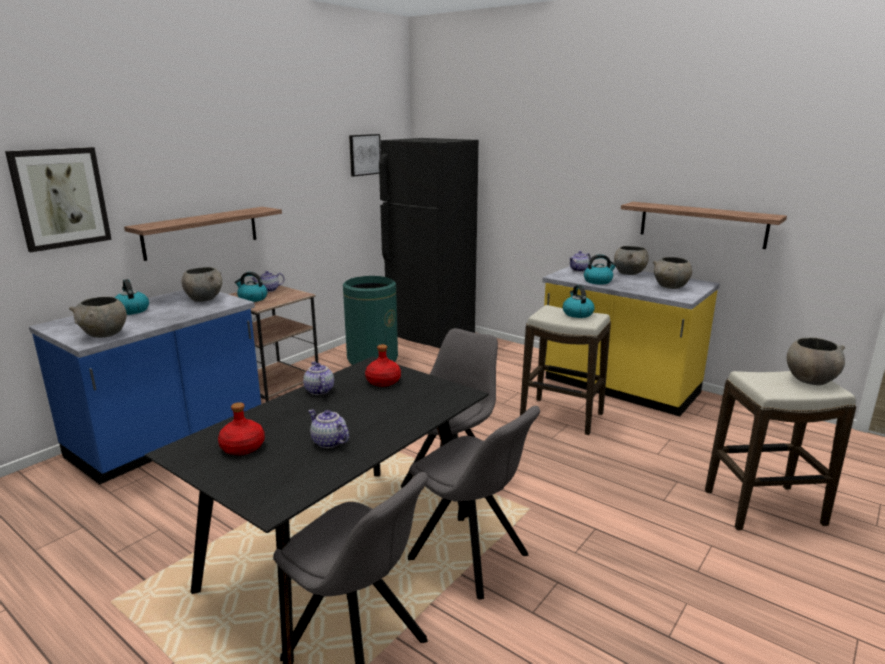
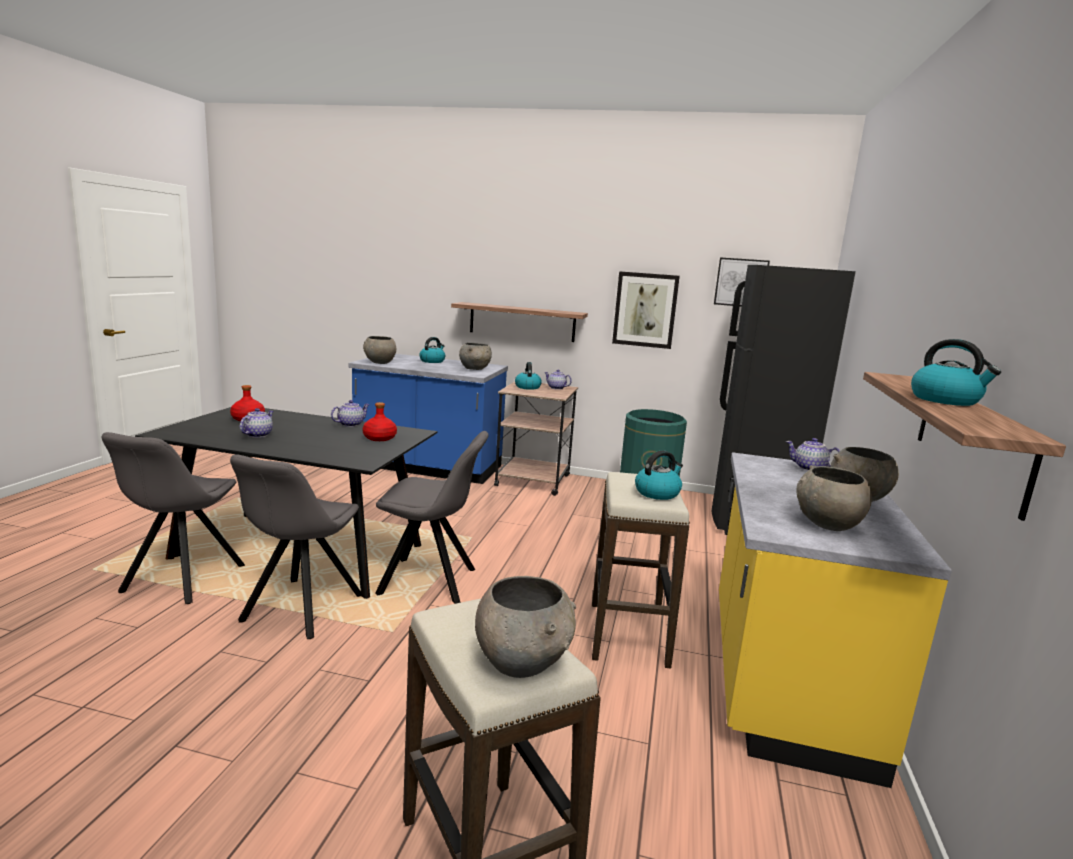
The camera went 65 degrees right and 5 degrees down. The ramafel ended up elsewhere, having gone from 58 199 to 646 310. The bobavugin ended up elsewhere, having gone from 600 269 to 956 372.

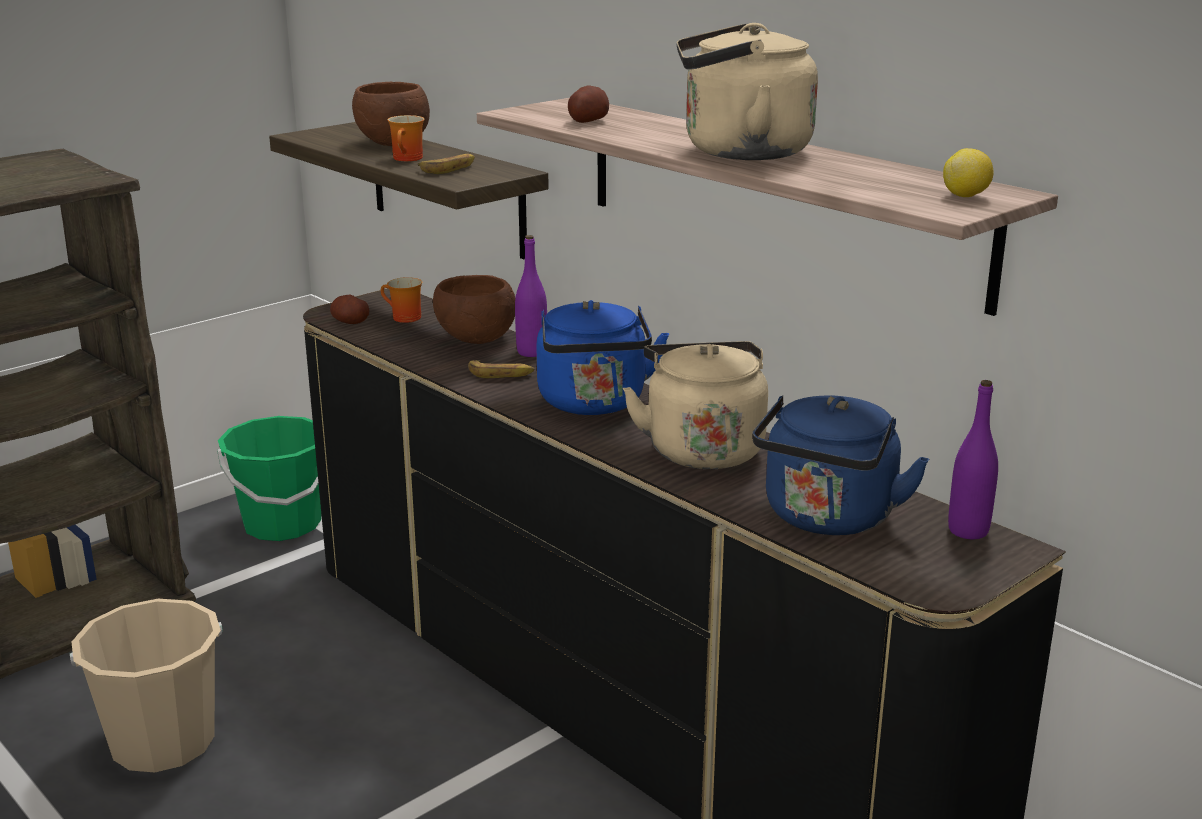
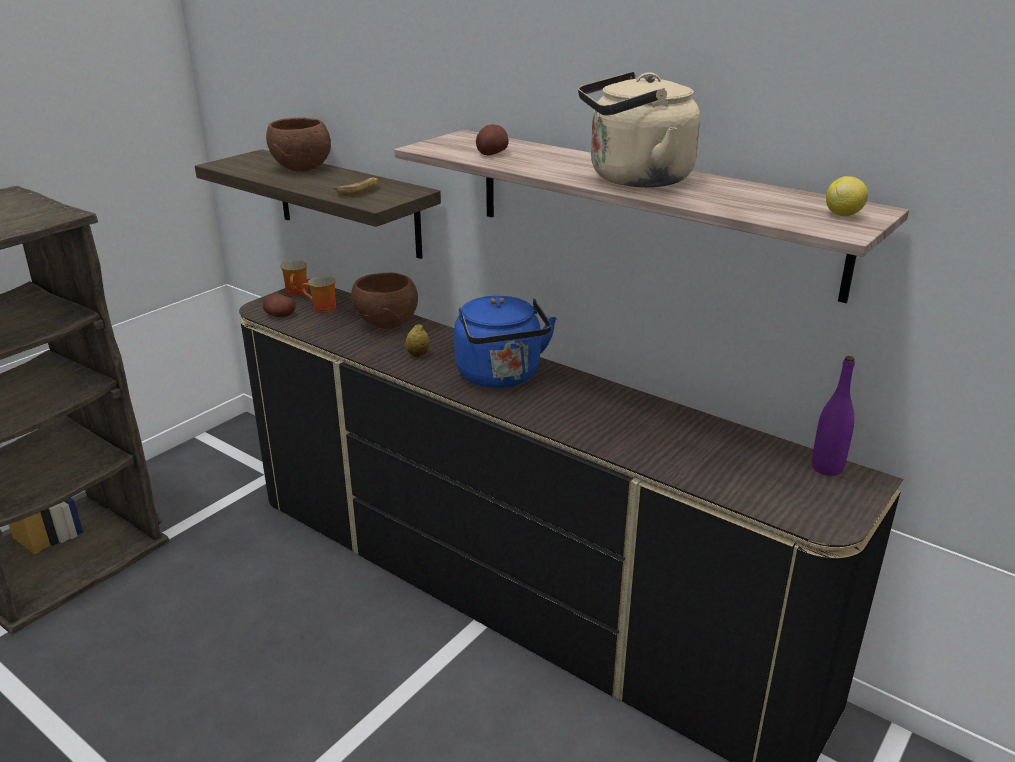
The camera went 10 degrees left and 5 degrees up. The second view lost the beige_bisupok at 146 686. The second view lost the green_bisupok at 269 478. The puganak ended up elsewhere, having gone from 406 138 to 294 278. Where the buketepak stood at 501 369, the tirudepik came to stand at 417 340. The second view lost the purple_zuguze at 531 296. The second view lost the beige_bobavugin at 695 405. The second view lost the blue_bobavugin at 840 465.

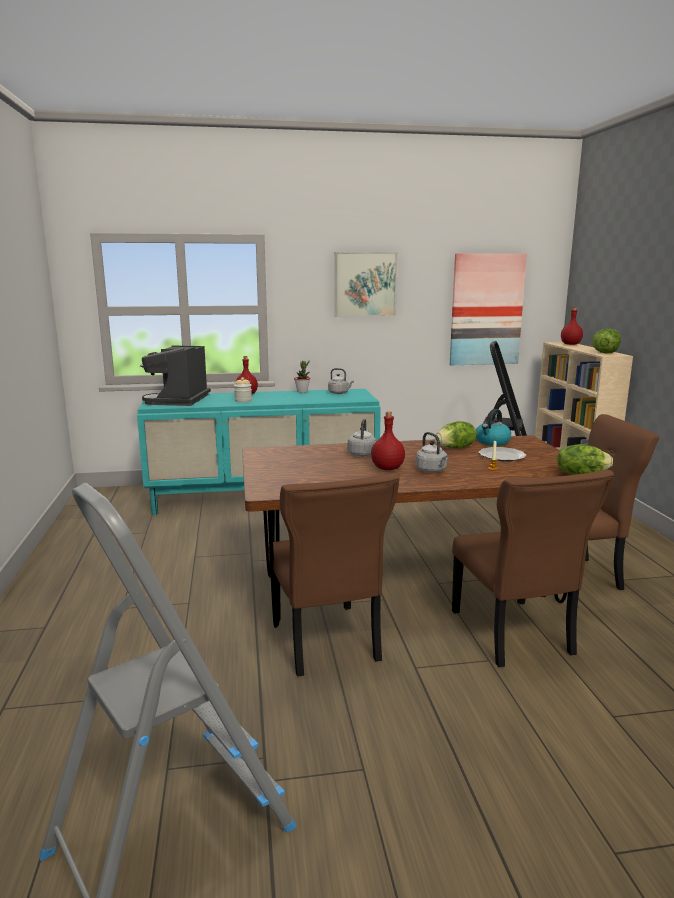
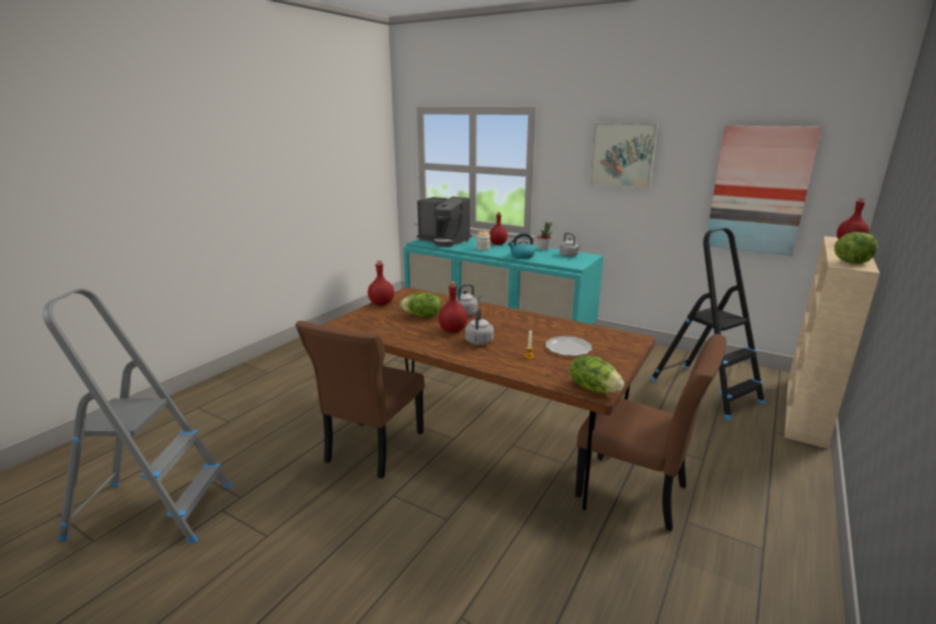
The camera went 40 degrees right and 5 degrees up. The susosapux at 175 376 ended up facing another way, 105 degrees counterclockwise from before. The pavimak ended up elsewhere, having gone from 456 434 to 421 305. The second view lost the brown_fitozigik at 533 568. The bobavugin ended up elsewhere, having gone from 493 427 to 521 246. The second view gained the red_zuguze at 381 283.

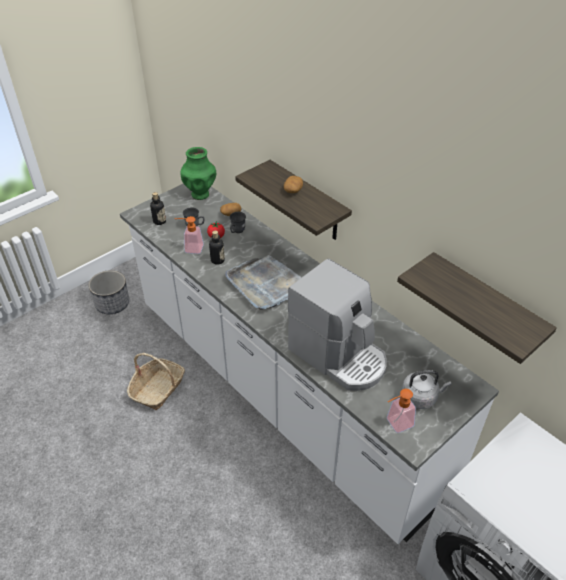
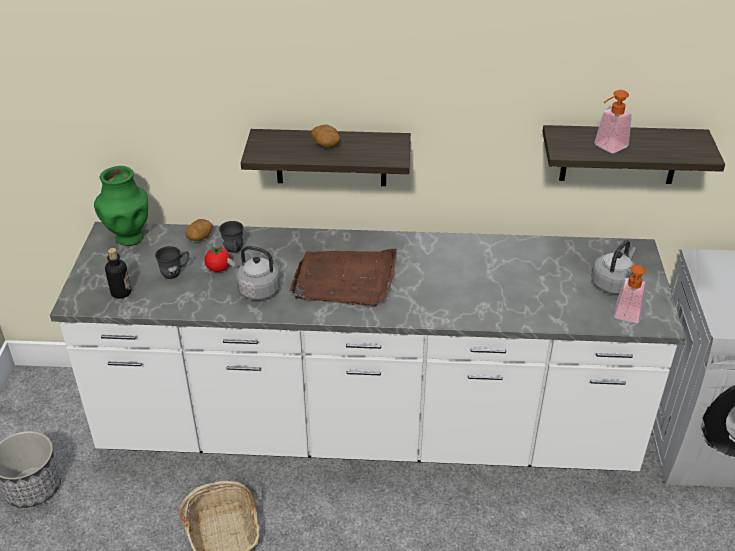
The camera went 45 degrees left and 5 degrees down. The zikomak ended up elsewhere, having gone from 189 235 to 613 121. Where the zuguze stood at 217 247, the grey_bobavugin came to stand at 253 273. What was the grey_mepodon at 263 282 turned into the brown_mepodon at 342 277. The second view lost the susosapux at 337 325.

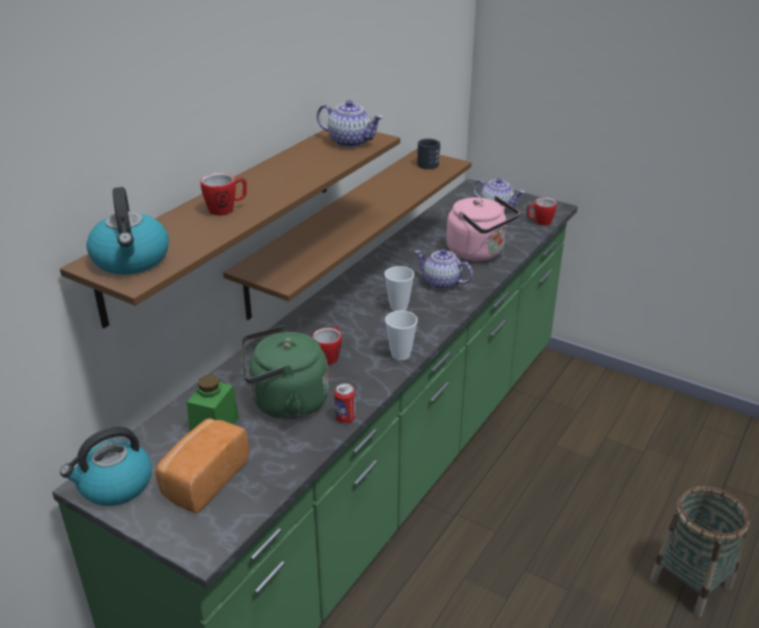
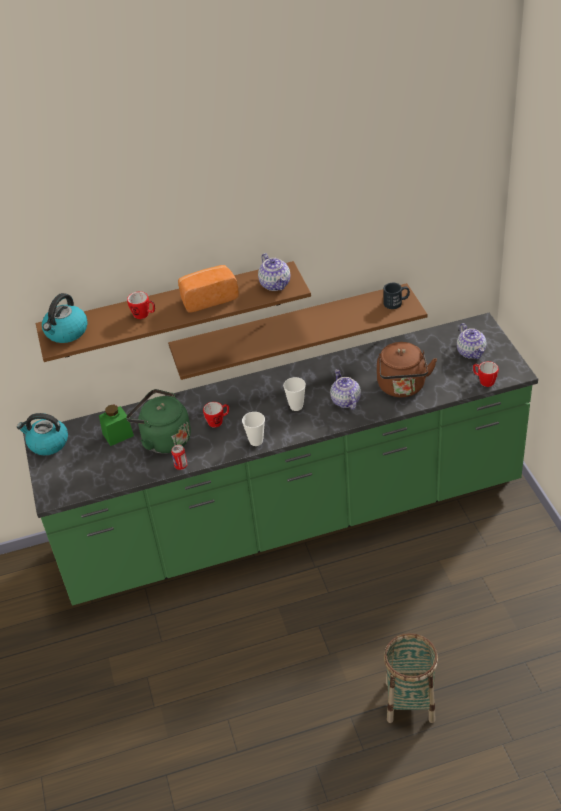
The camera went 45 degrees right and 10 degrees up. The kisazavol ended up elsewhere, having gone from 202 466 to 208 289. What was the pink_bobavugin at 483 228 turned into the brown_bobavugin at 407 369.

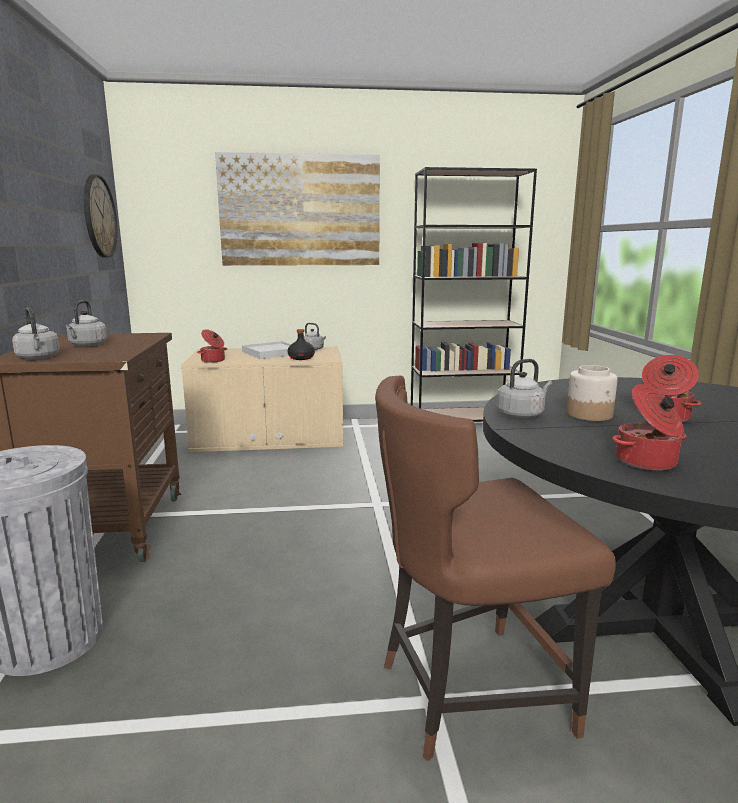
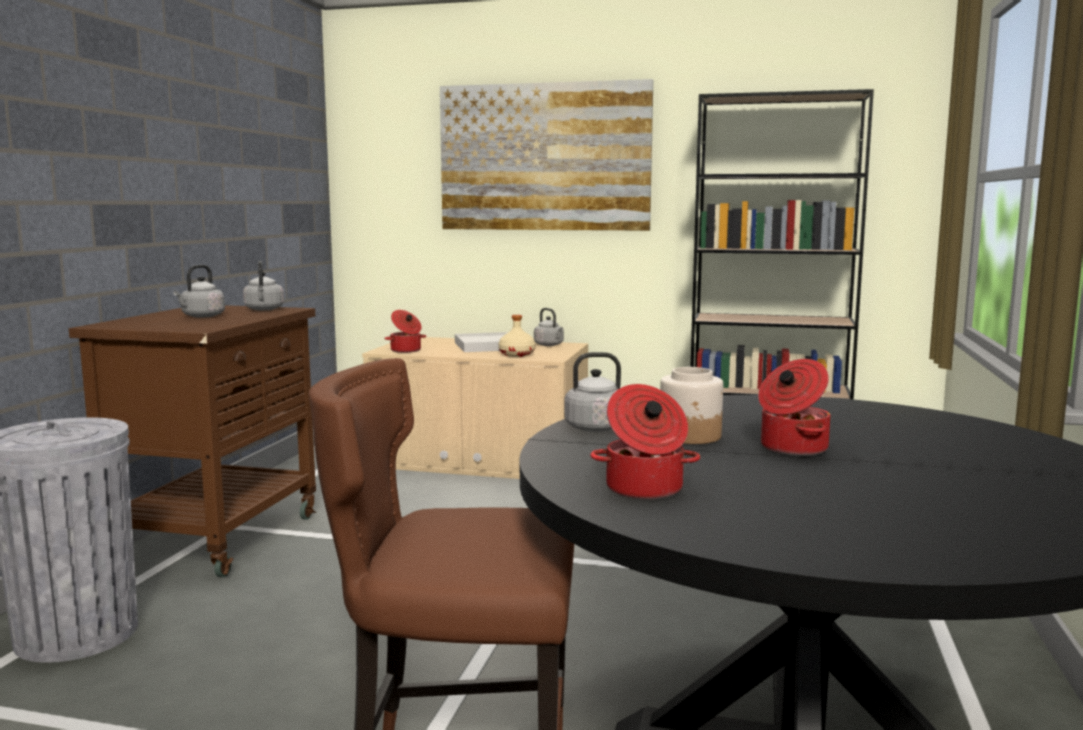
The camera went 20 degrees right and 5 degrees down. The grey_bobavugin ended up elsewhere, having gone from 36 333 to 263 285. The second view lost the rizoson at 101 216. What was the black_zuguze at 301 344 turned into the beige_zuguze at 517 336.

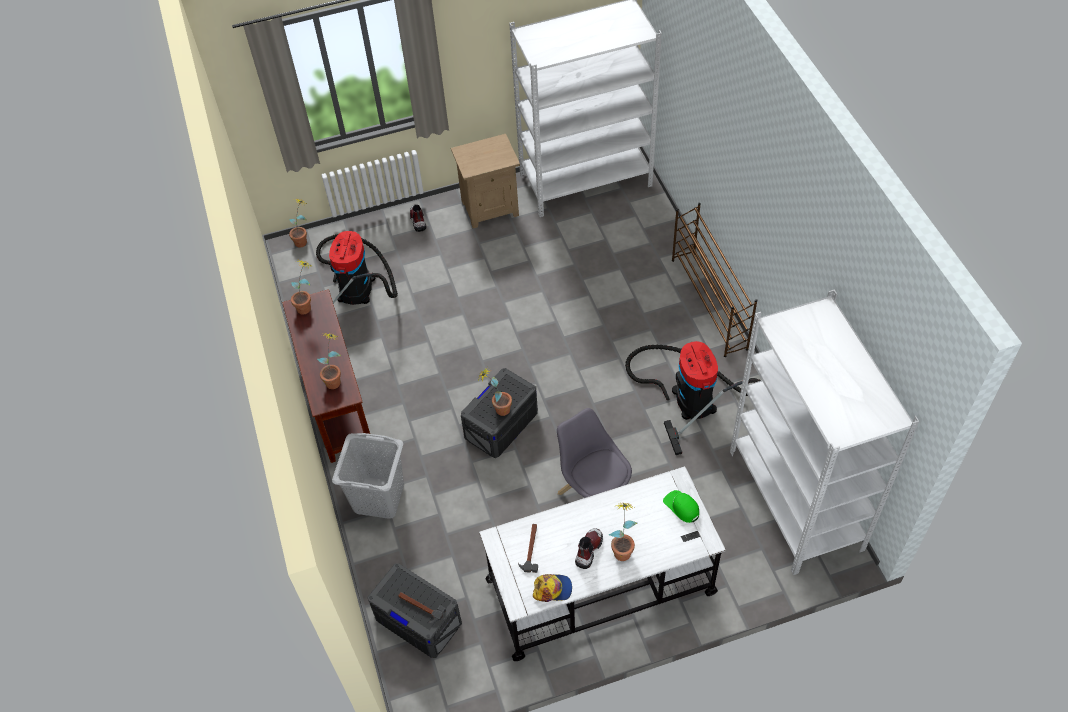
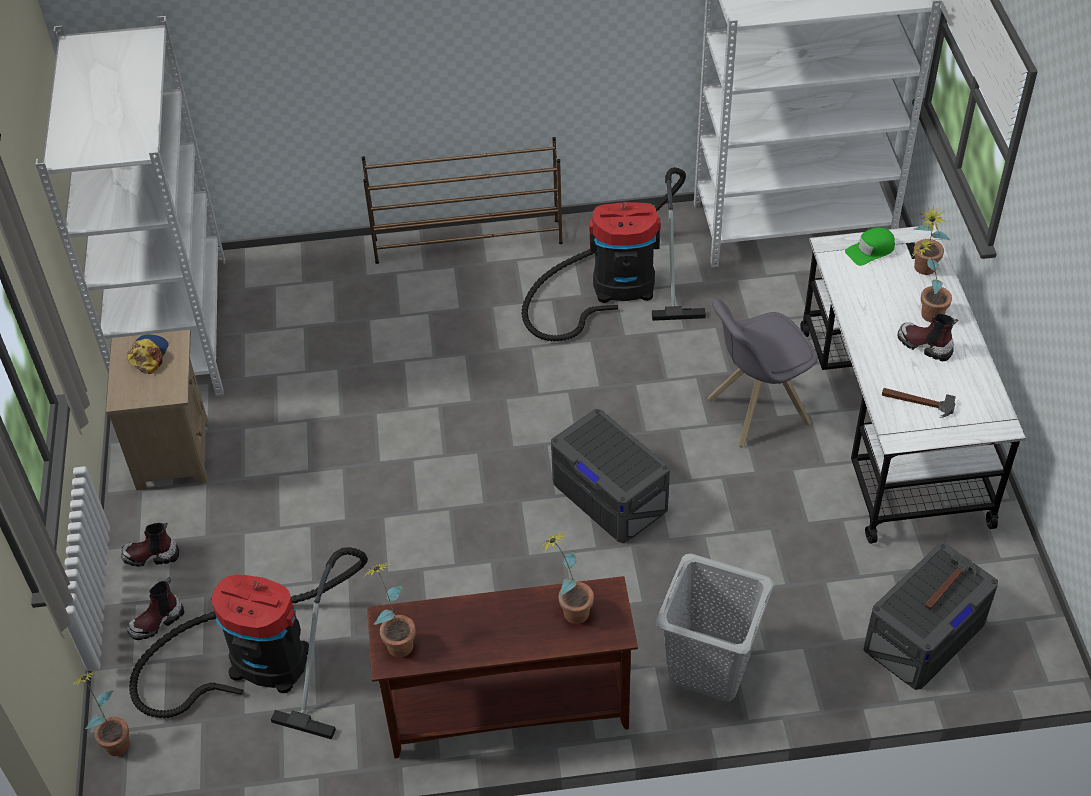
The camera went 80 degrees left and 5 degrees down. The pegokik ended up elsewhere, having gone from 495 391 to 932 240. The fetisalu ended up elsewhere, having gone from 552 588 to 147 354. The second view gained the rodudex at 155 608.

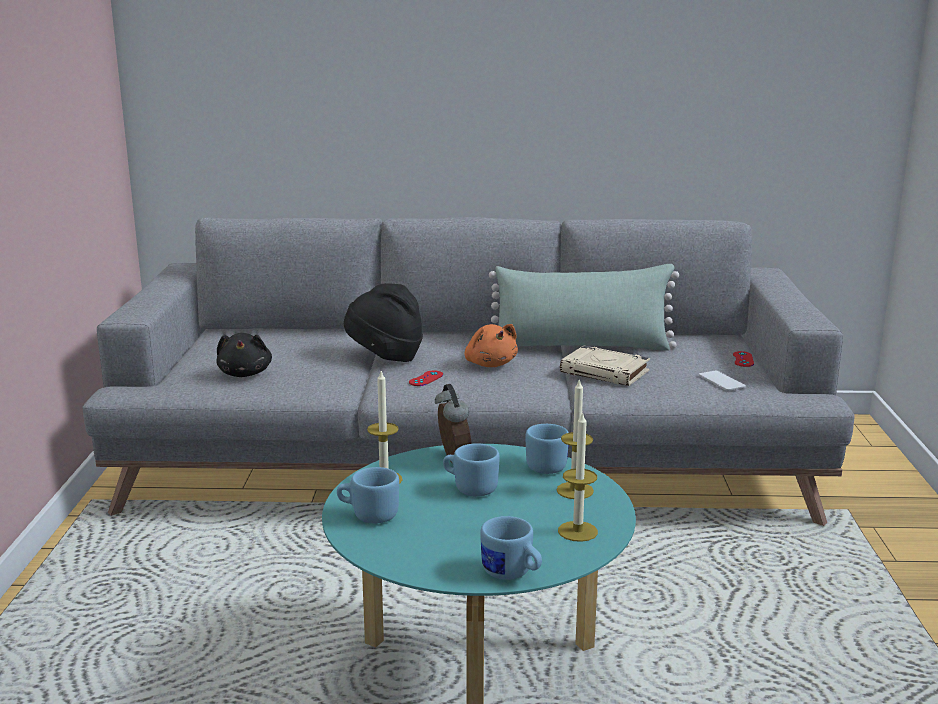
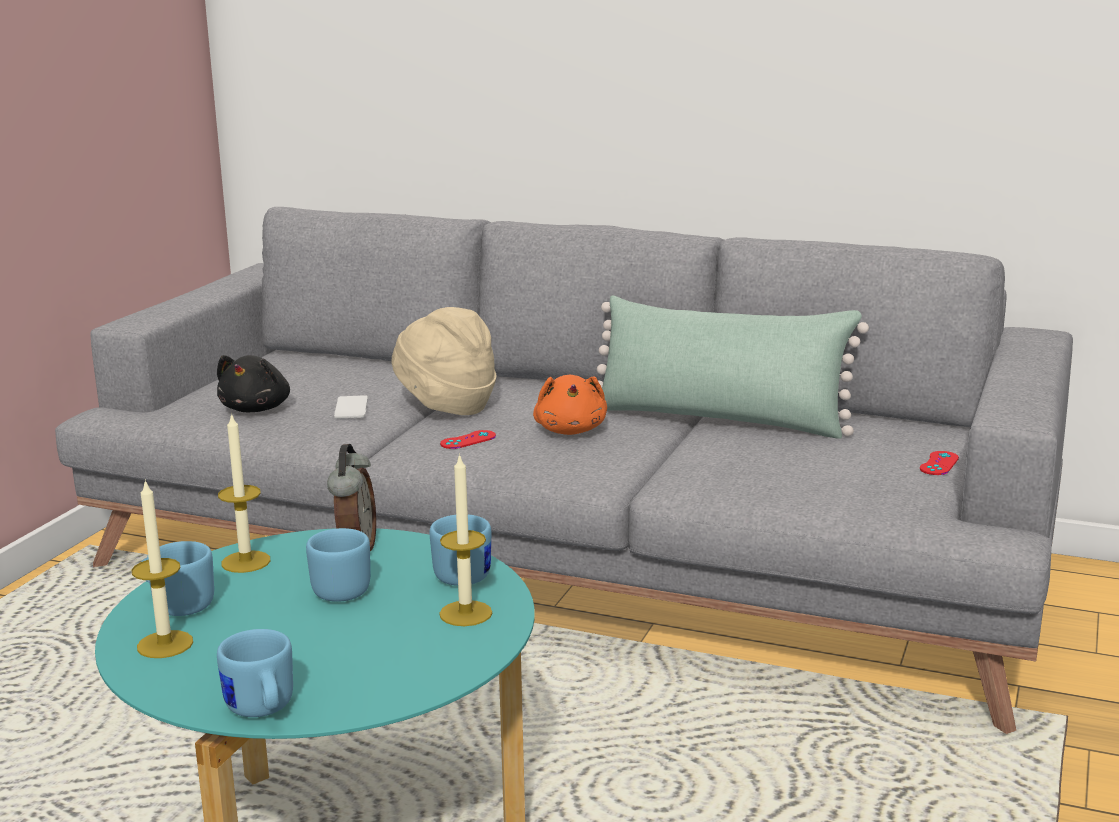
The camera went 20 degrees right and 0 degrees up. What was the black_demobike at 383 322 turned into the beige_demobike at 443 361. The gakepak ended up elsewhere, having gone from 578 476 to 162 568. The second view lost the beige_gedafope at 605 365. The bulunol ended up elsewhere, having gone from 722 380 to 351 407.

